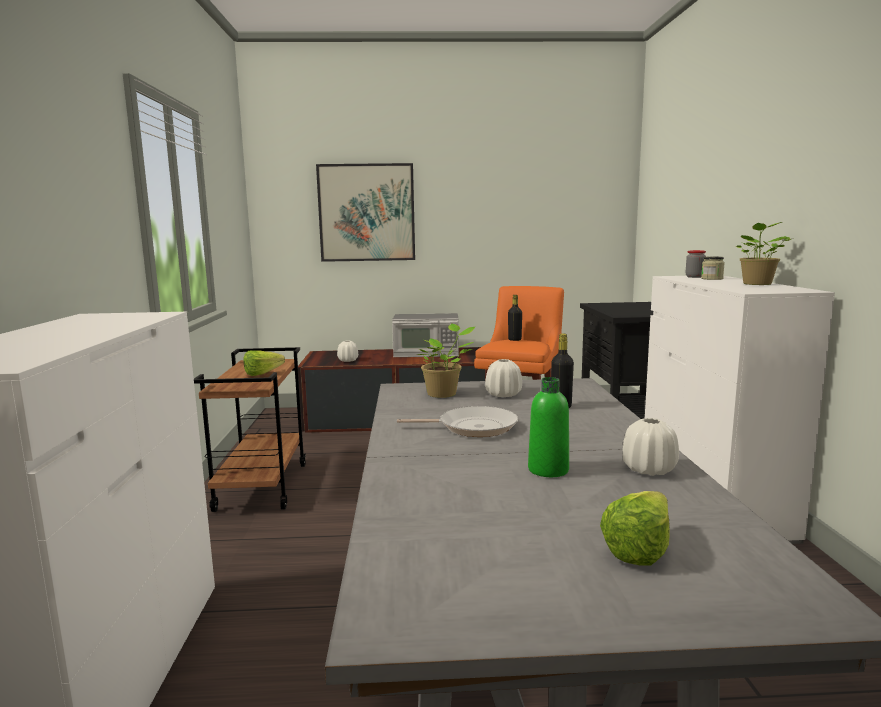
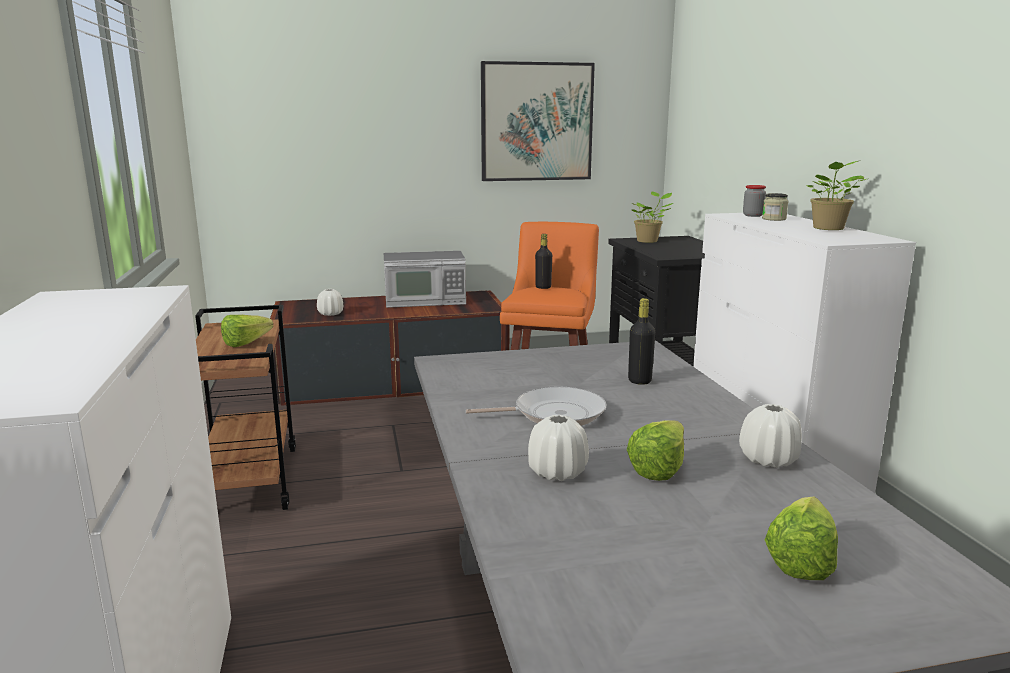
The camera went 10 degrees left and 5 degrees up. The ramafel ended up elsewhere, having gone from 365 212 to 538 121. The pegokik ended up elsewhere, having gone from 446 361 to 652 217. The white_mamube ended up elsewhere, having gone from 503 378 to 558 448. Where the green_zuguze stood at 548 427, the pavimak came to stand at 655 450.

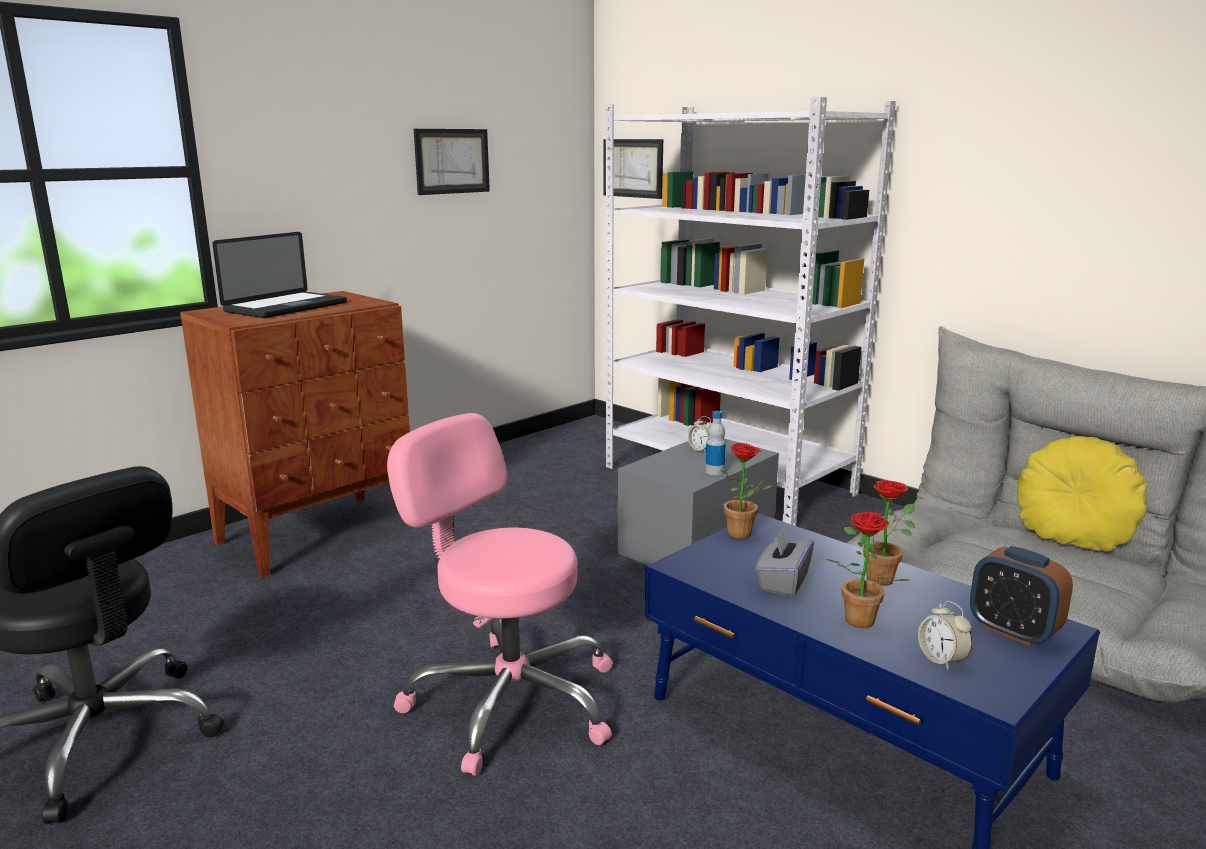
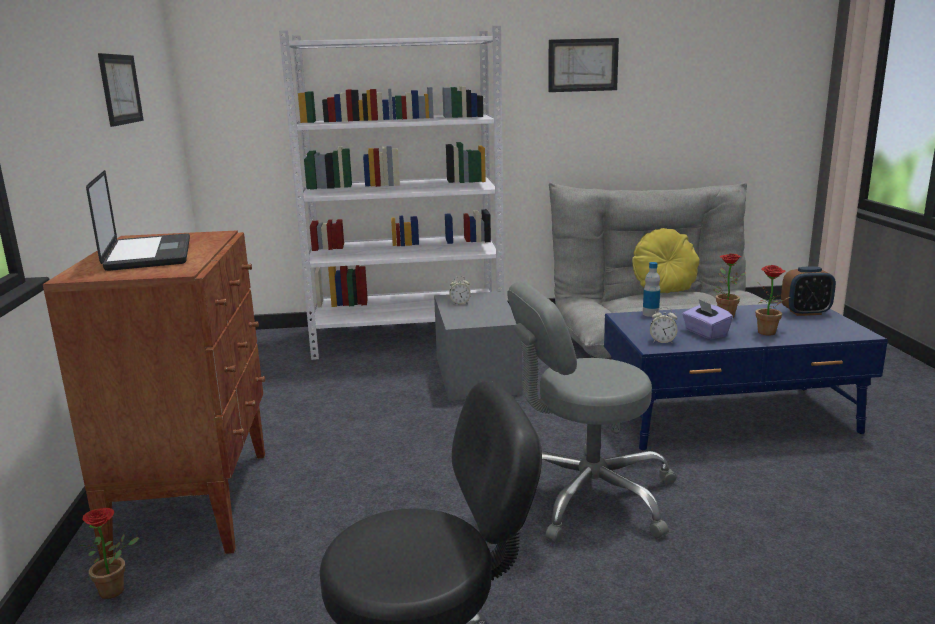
The camera went 50 degrees left and 0 degrees up. What was the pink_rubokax at 500 594 turned into the grey_rubokax at 592 412. The ramafel ended up elsewhere, having gone from 633 169 to 583 65. The zuguze ended up elsewhere, having gone from 715 443 to 651 289. The pegokik ended up elsewhere, having gone from 746 491 to 109 553. What was the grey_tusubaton at 785 562 turned into the purple_tusubaton at 707 319. The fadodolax ended up elsewhere, having gone from 945 635 to 664 325.

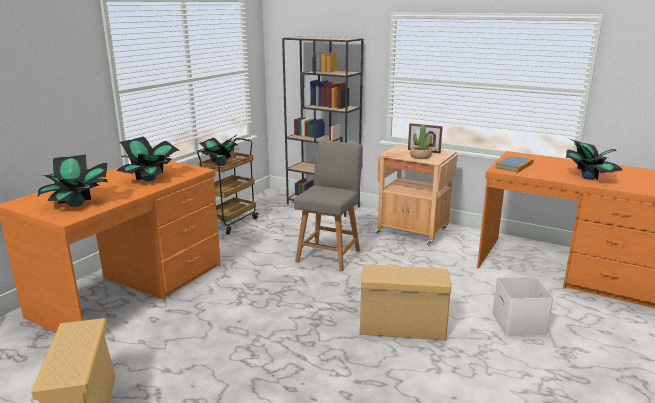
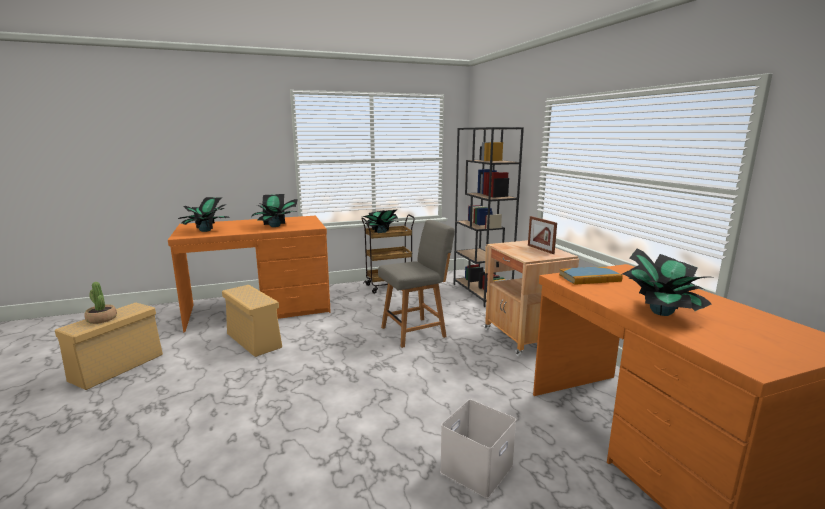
The camera went 40 degrees right and 5 degrees down. The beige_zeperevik ended up elsewhere, having gone from 405 302 to 252 321. The pegokik ended up elsewhere, having gone from 421 142 to 100 303.

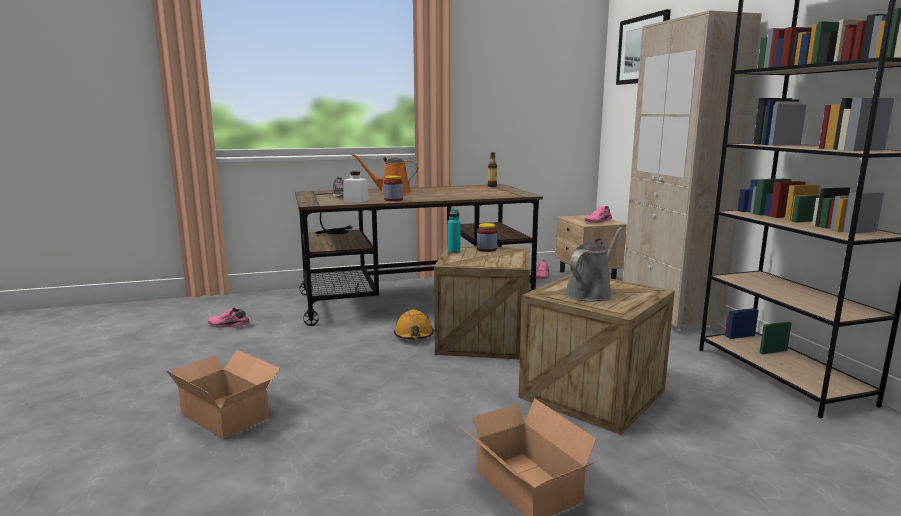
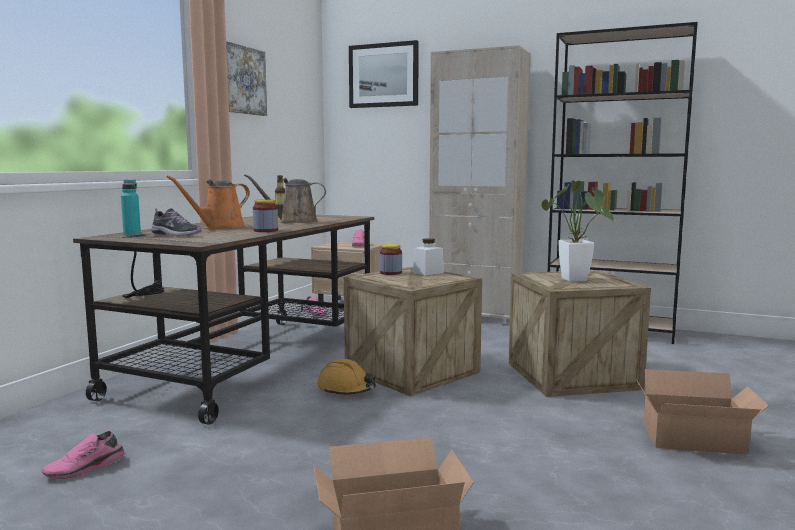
The camera went 50 degrees left and 5 degrees down. The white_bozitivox ended up elsewhere, having gone from 356 186 to 428 257. The turquoise_zuguze ended up elsewhere, having gone from 454 231 to 131 208. Where the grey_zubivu stood at 593 264, the pegokik came to stand at 577 231. The second view gained the ramafel at 246 78. The second view gained the brown_zubivu at 285 198.

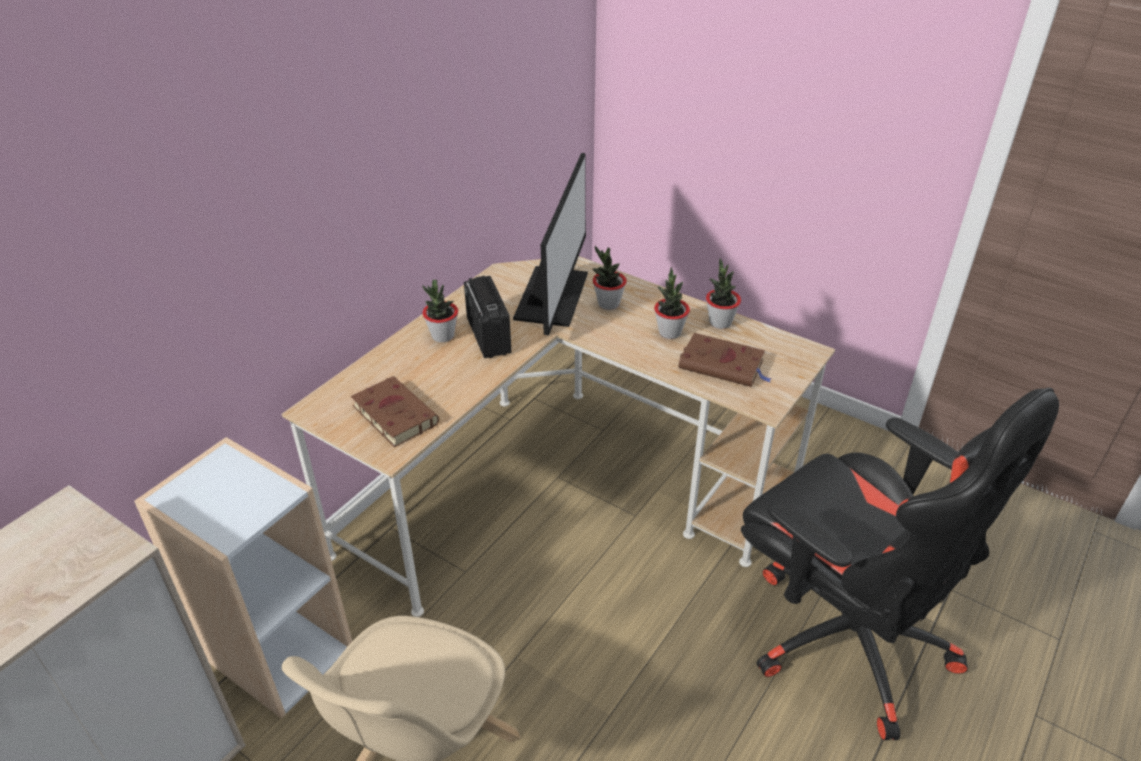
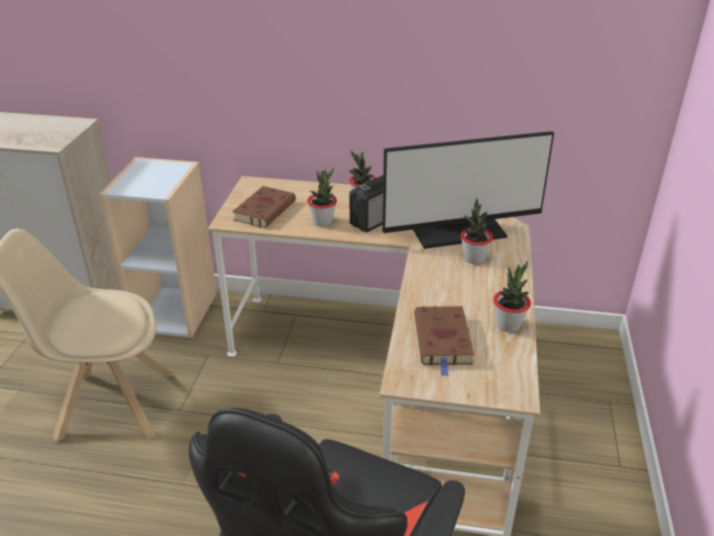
The camera went 65 degrees right and 5 degrees down. The pegokik ended up elsewhere, having gone from 672 303 to 322 197.

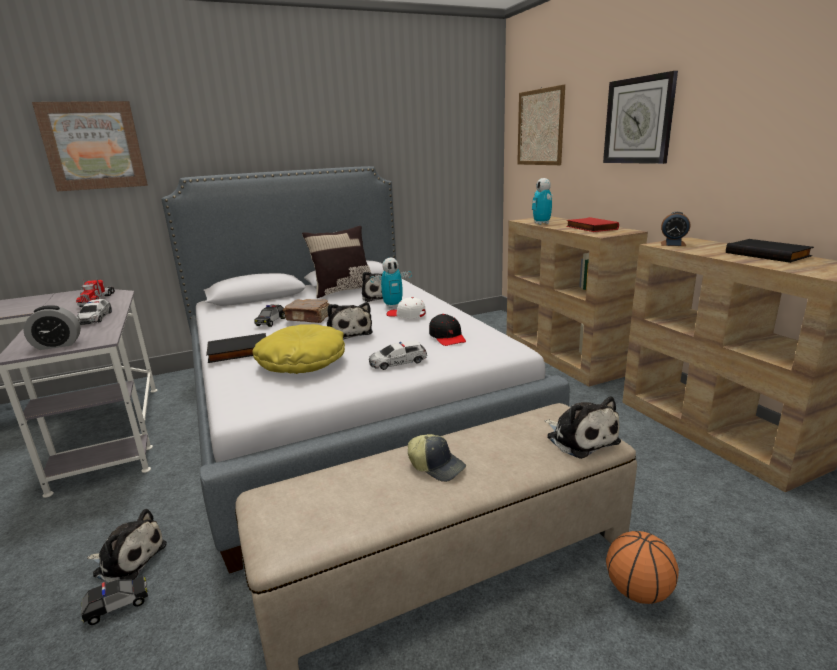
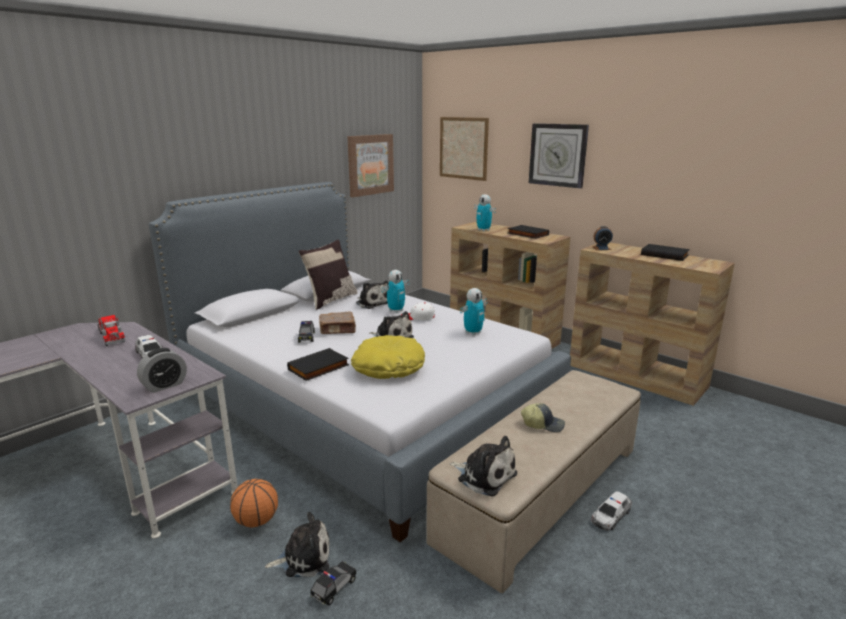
The camera went 25 degrees left and 0 degrees up. The ramafel ended up elsewhere, having gone from 90 146 to 370 165. The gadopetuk ended up elsewhere, having gone from 398 355 to 612 511. Where the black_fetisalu stood at 447 330, the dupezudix came to stand at 474 312. The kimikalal ended up elsewhere, having gone from 582 427 to 483 466. What was the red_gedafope at 592 224 turned into the black_gedafope at 528 232. The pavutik ended up elsewhere, having gone from 642 567 to 254 503.

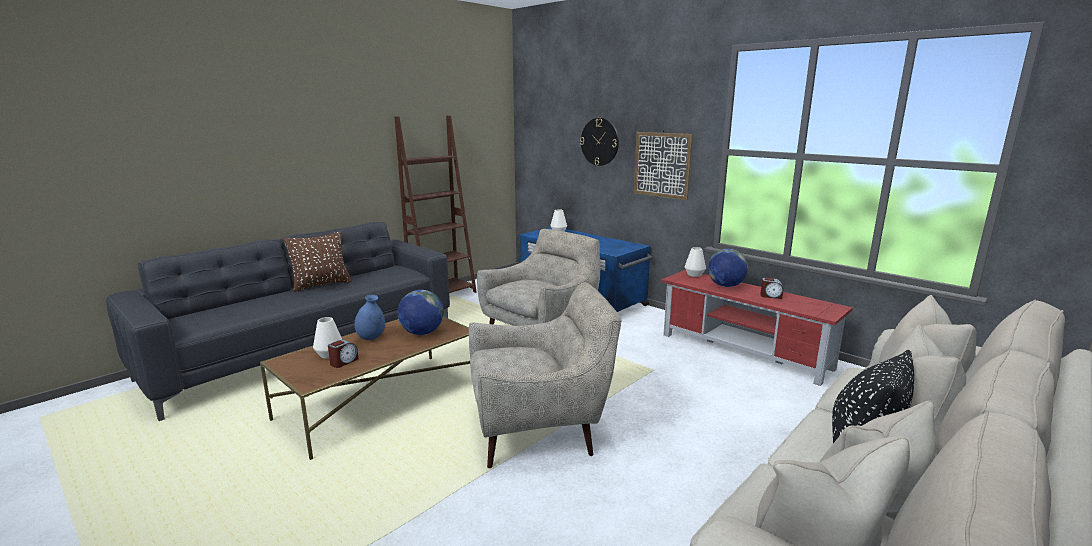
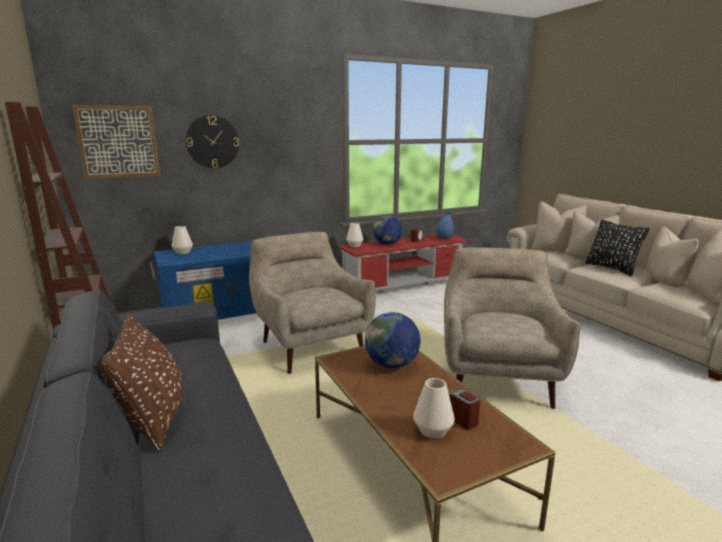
The camera went 70 degrees left and 0 degrees up. The blue_mamube ended up elsewhere, having gone from 369 317 to 444 225. The ramafel ended up elsewhere, having gone from 663 165 to 116 141.

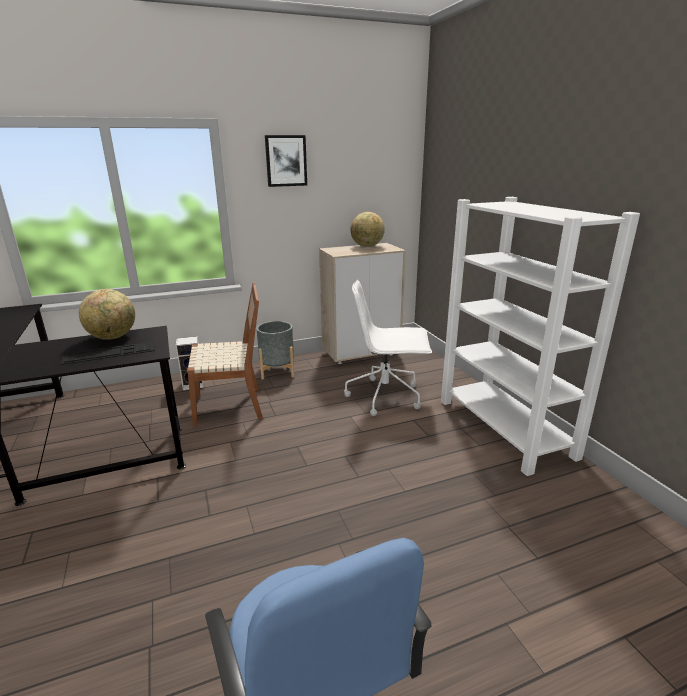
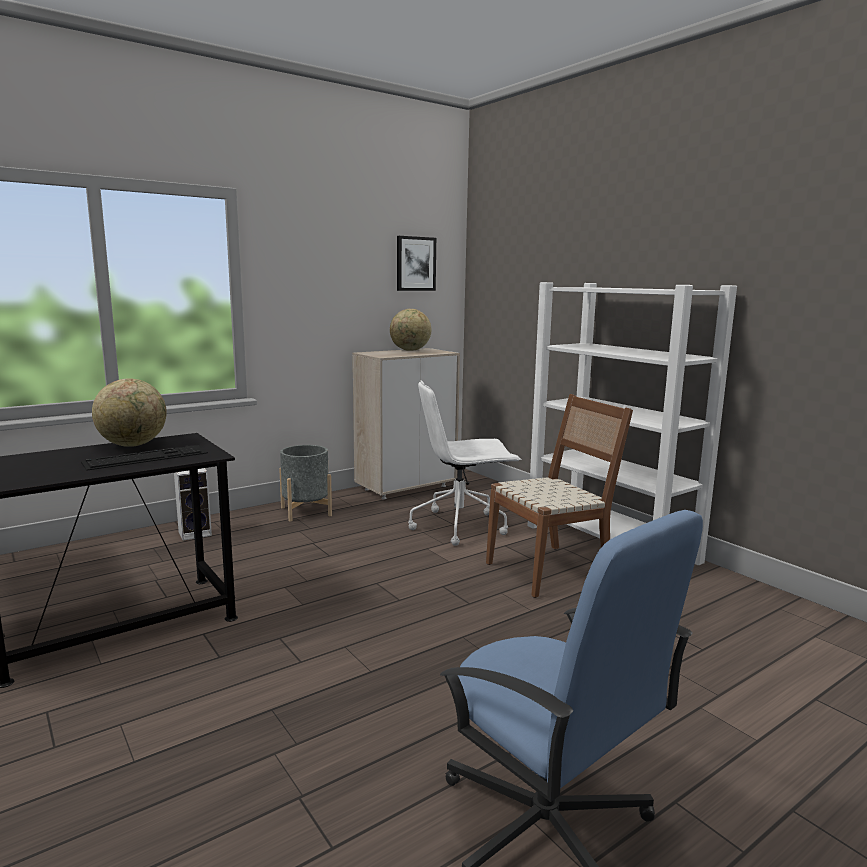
The camera went 15 degrees left and 10 degrees down. The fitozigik ended up elsewhere, having gone from 225 354 to 559 496. The ramafel ended up elsewhere, having gone from 286 161 to 416 263.

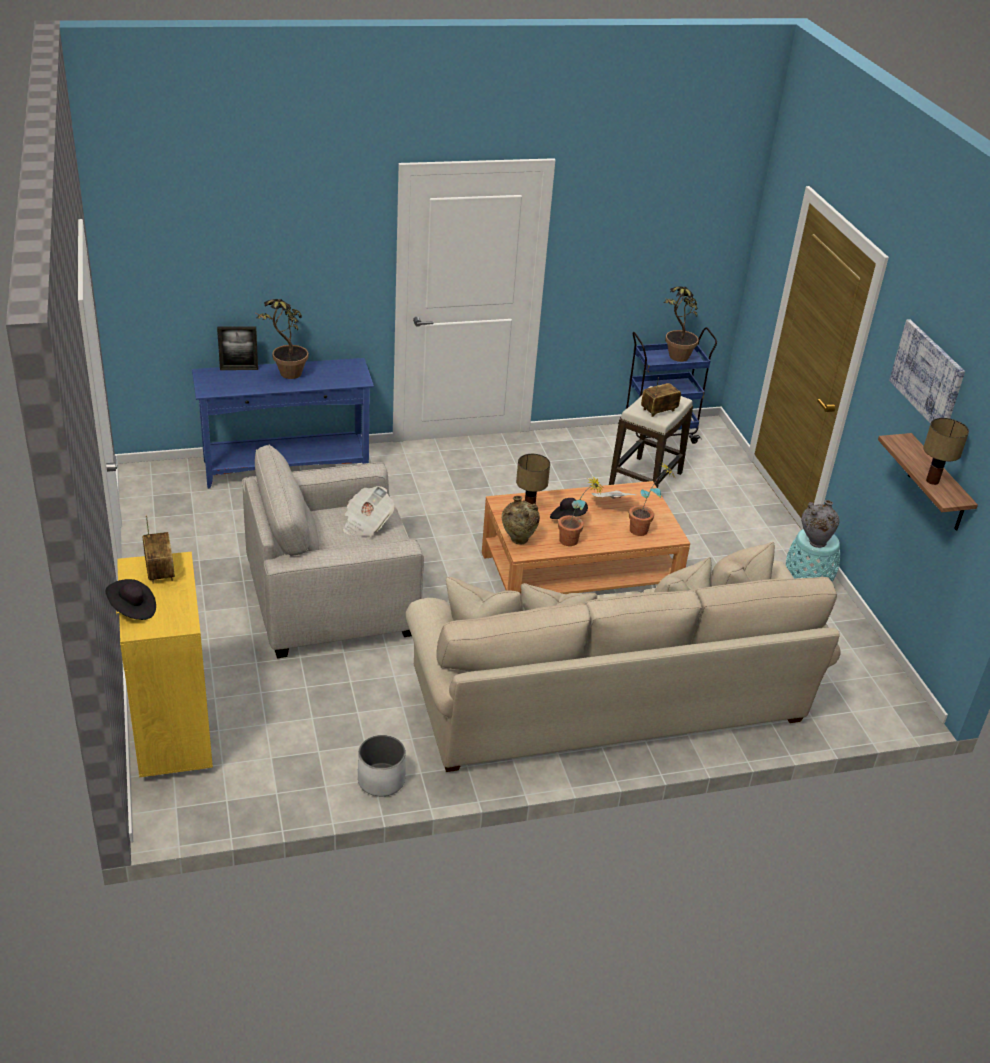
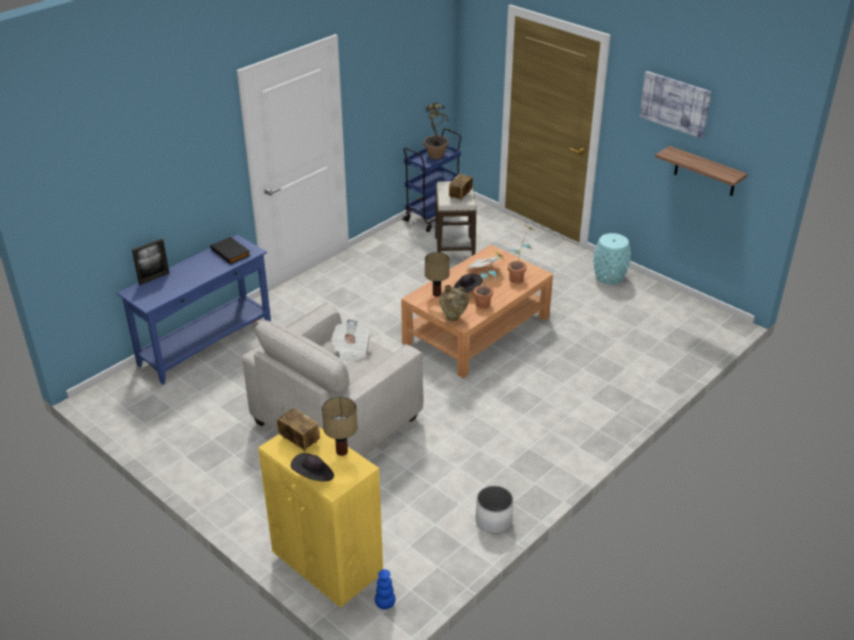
The camera went 30 degrees left and 0 degrees up. The second view lost the pegokik at 281 339. The second view lost the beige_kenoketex at 623 657. The second view lost the grey_mamube at 820 524. The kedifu ended up elsewhere, having gone from 946 451 to 340 426. The second view gained the black_gedafope at 230 250. The second view gained the blue_mamube at 385 589.

